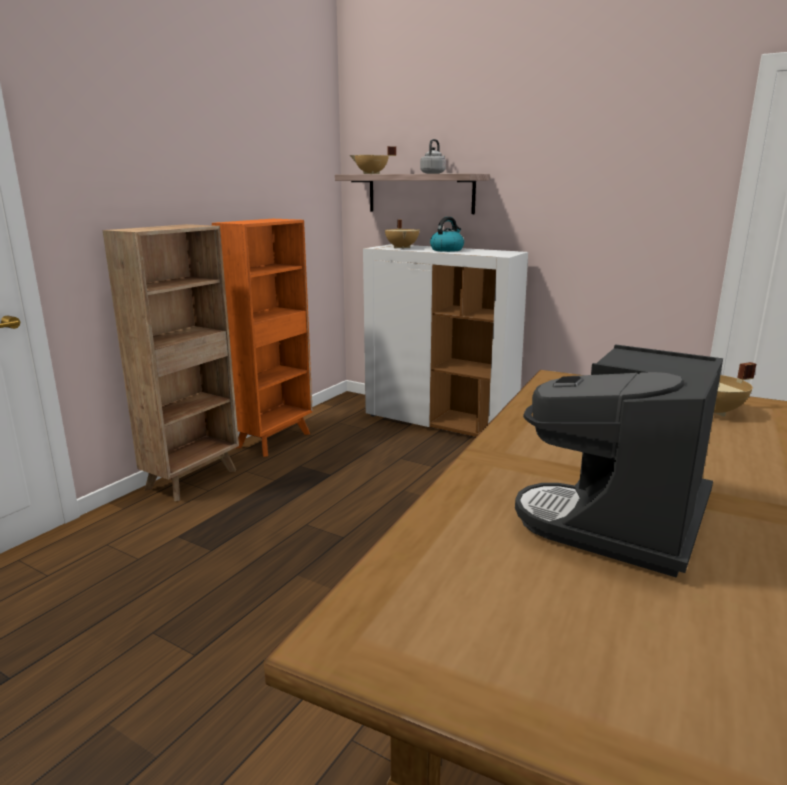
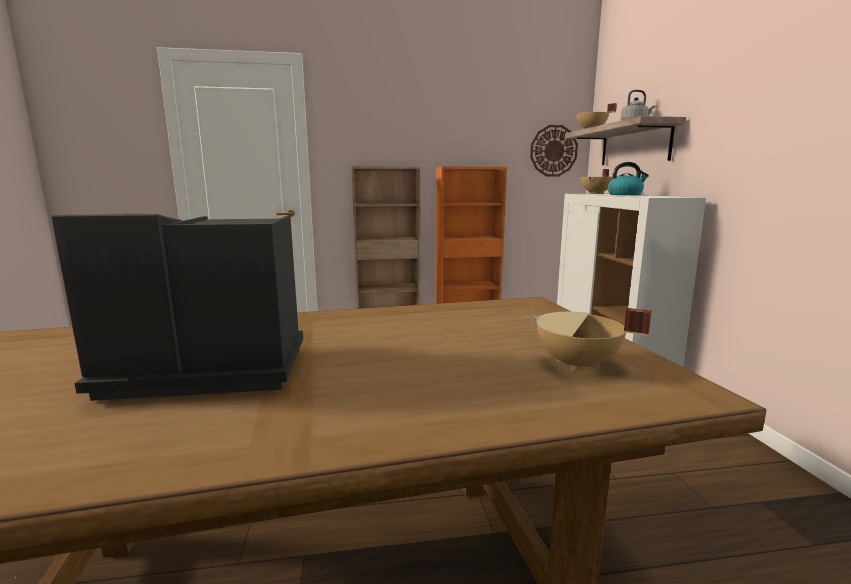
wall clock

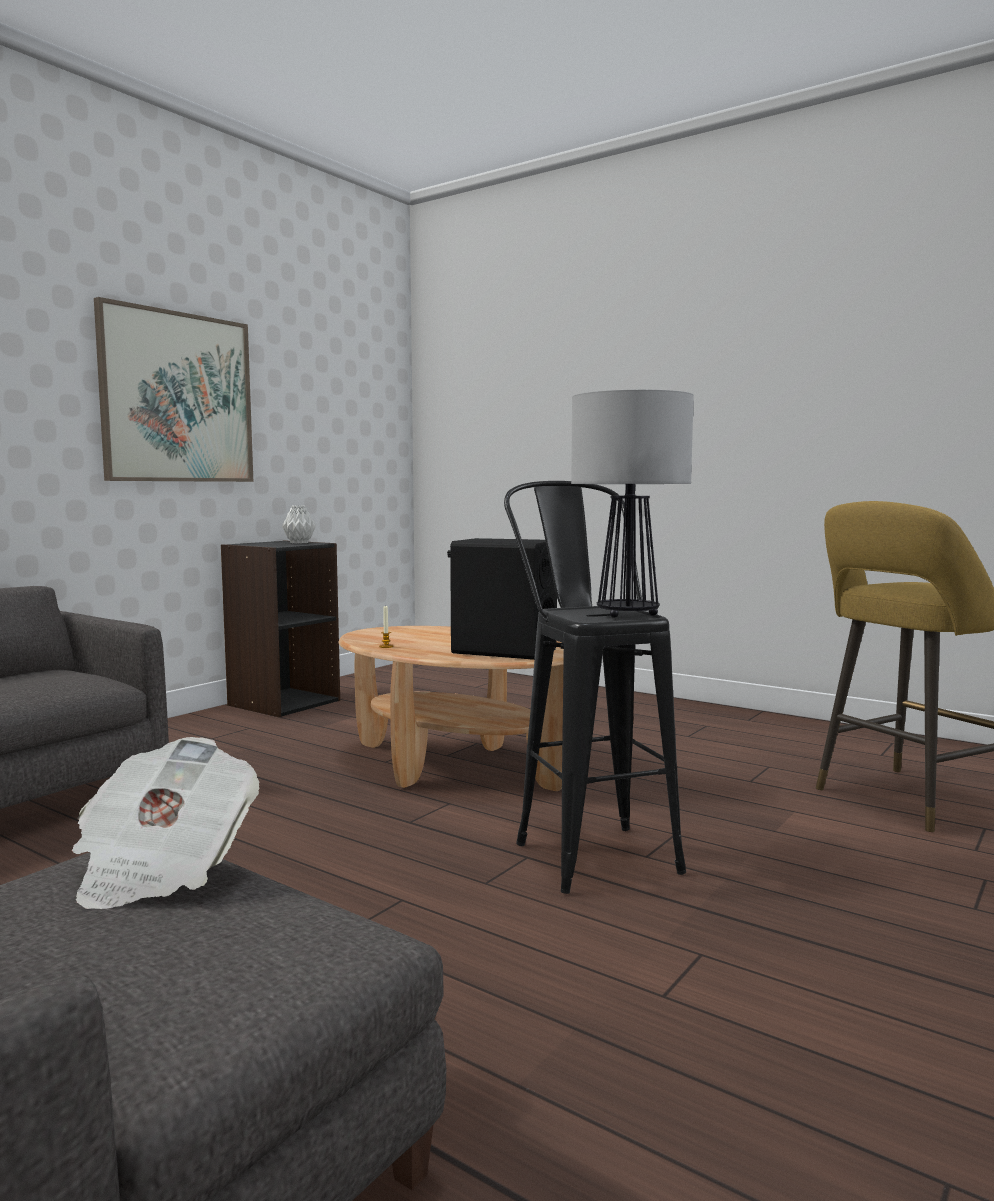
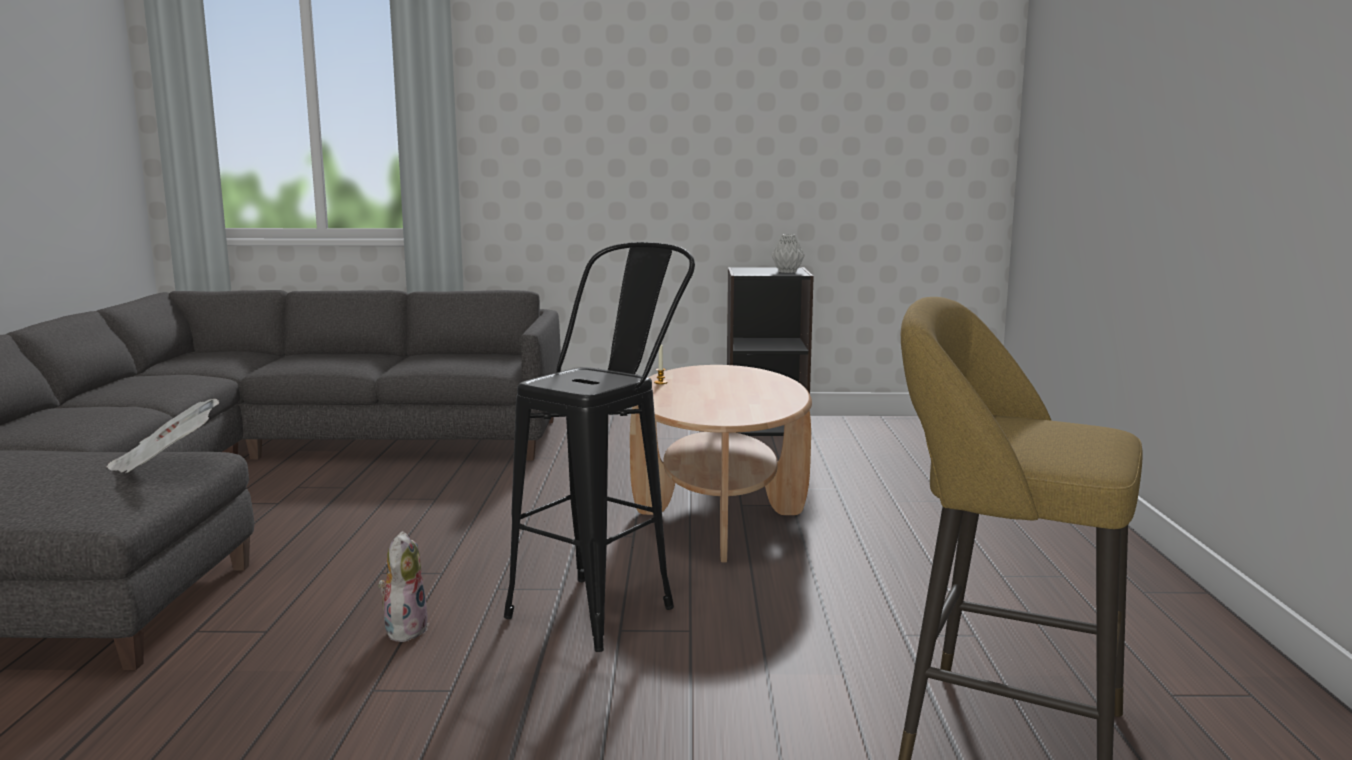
plush toy; wall picture; speaker (black); tabletop lamp

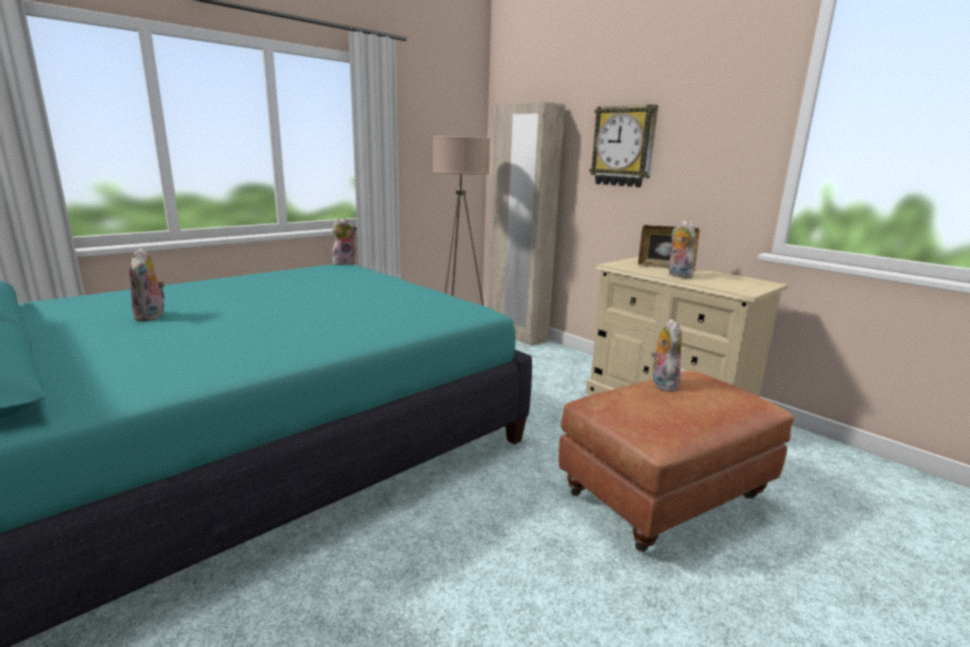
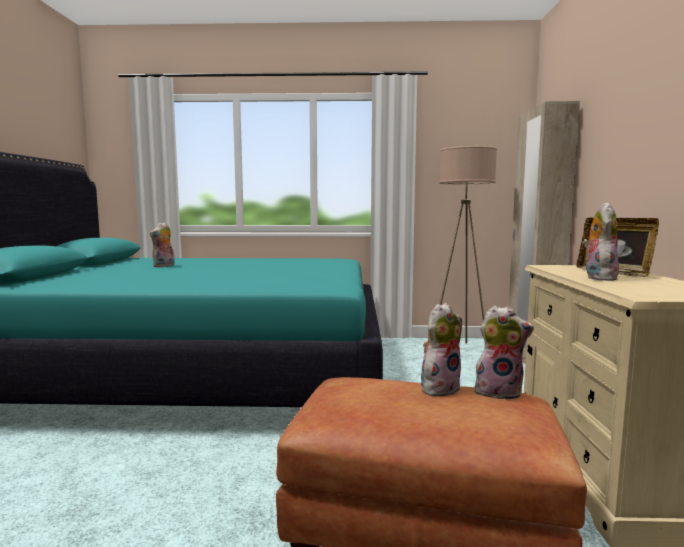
plush toy (3rd from left); wall clock

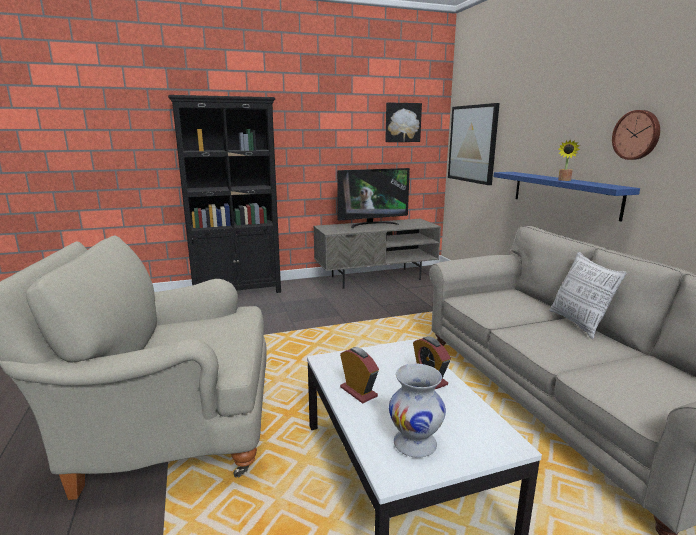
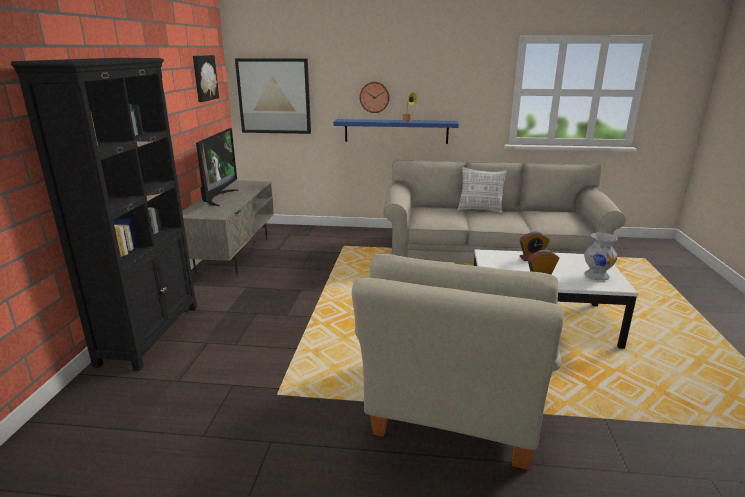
wall clock

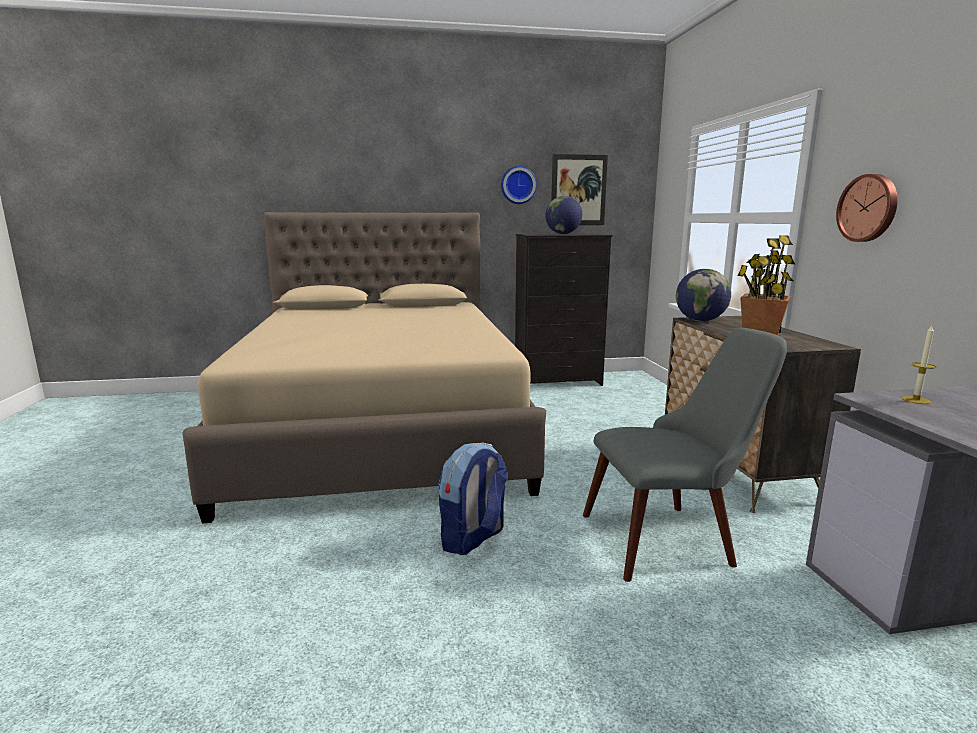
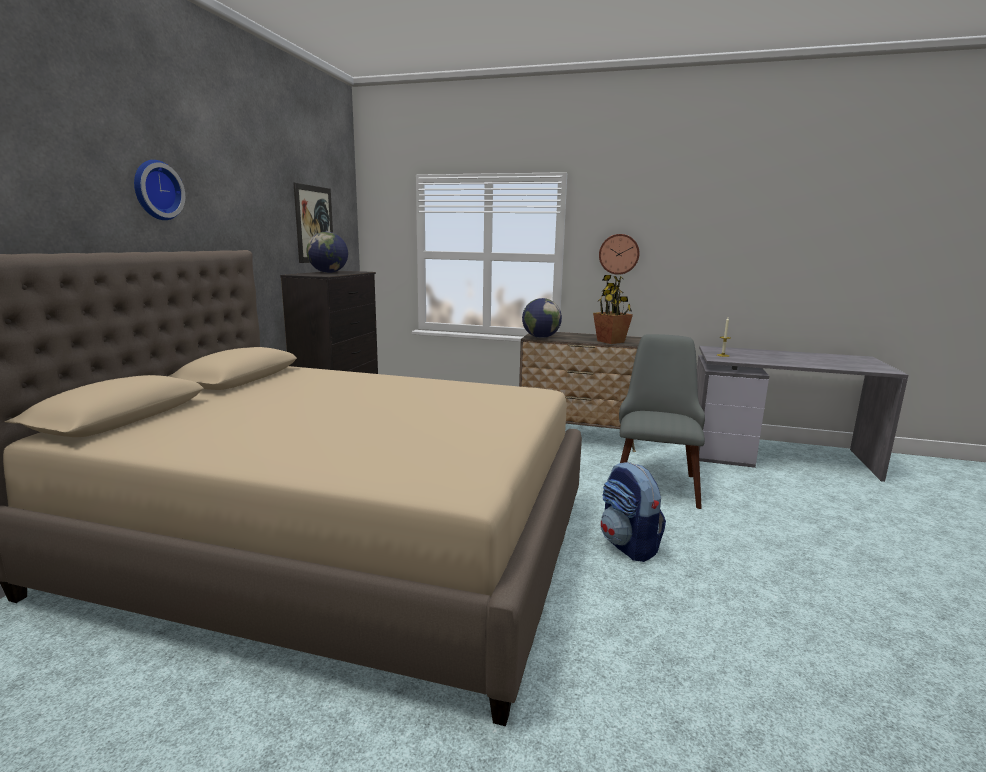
wall clock (1st from left)

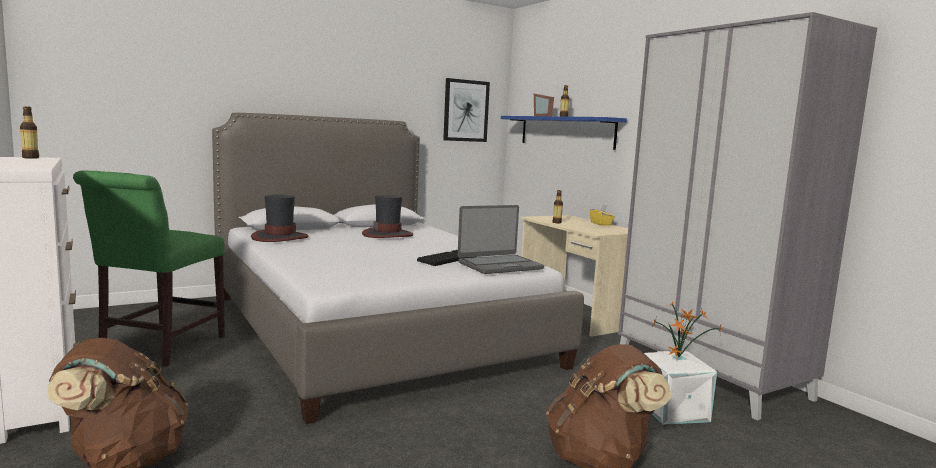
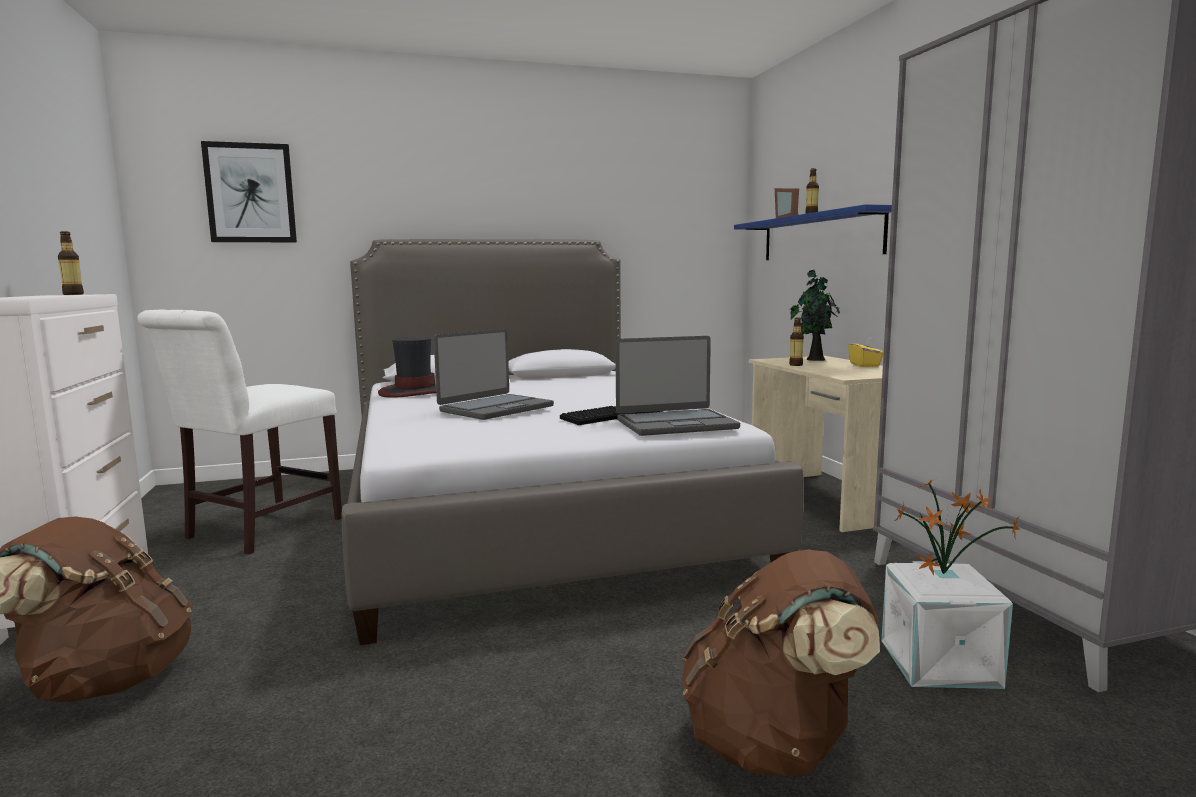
upright chair (white-coloured); wall picture; notebook computer (1st from left); plant in a pot (1st from left); wearable hat (2nd from left in the first image)

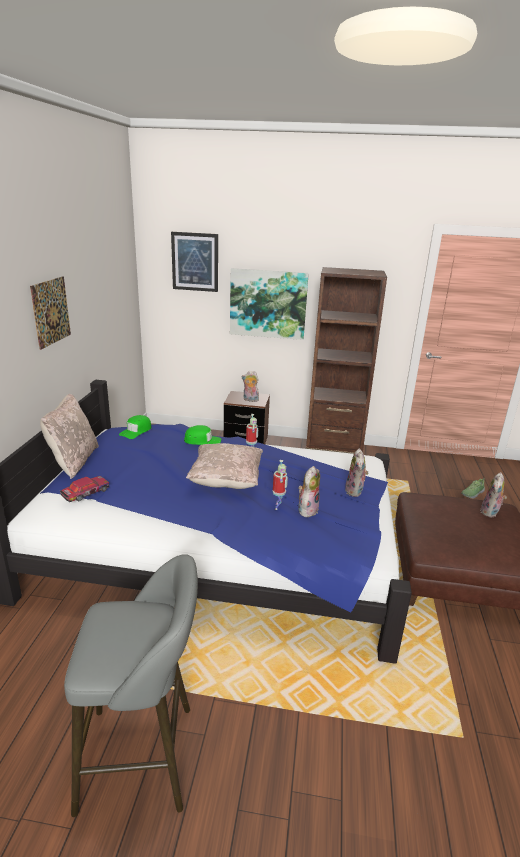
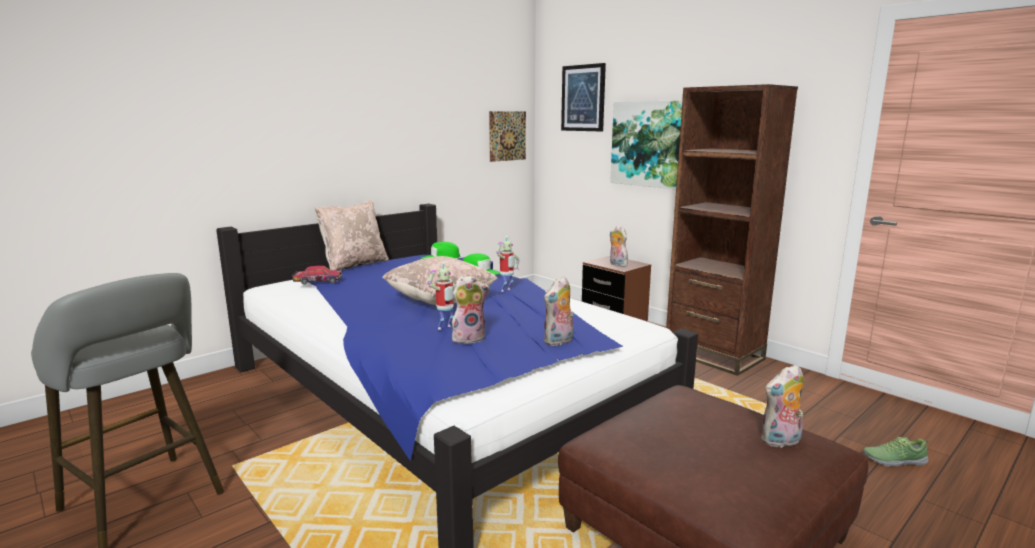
wall picture (1st from left)

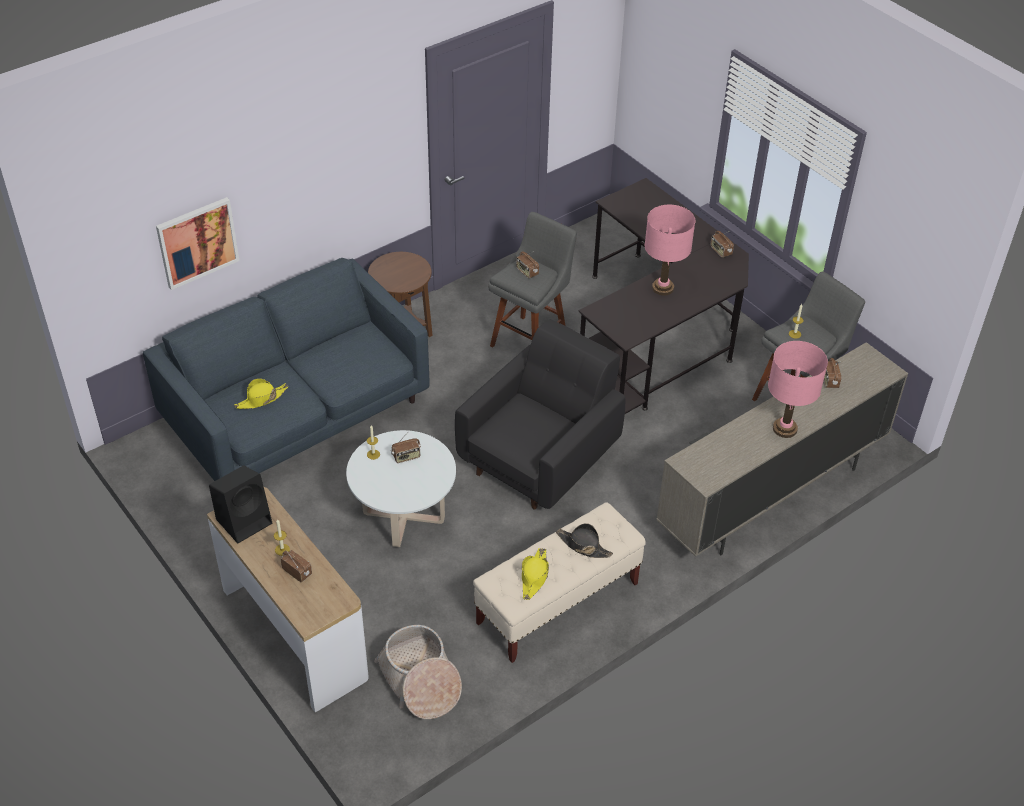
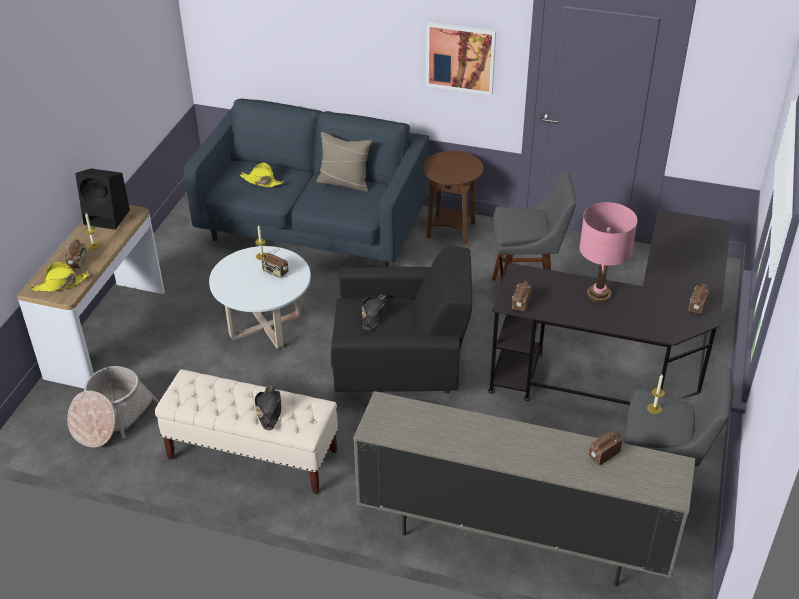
wearable hat (yellowish) (1st from left); throw pillow (beige); wearable hat (black) (2nd from left); wall picture; radio set (3rd from left); tabletop lamp (pink-coloured) (2nd from left in the first image)

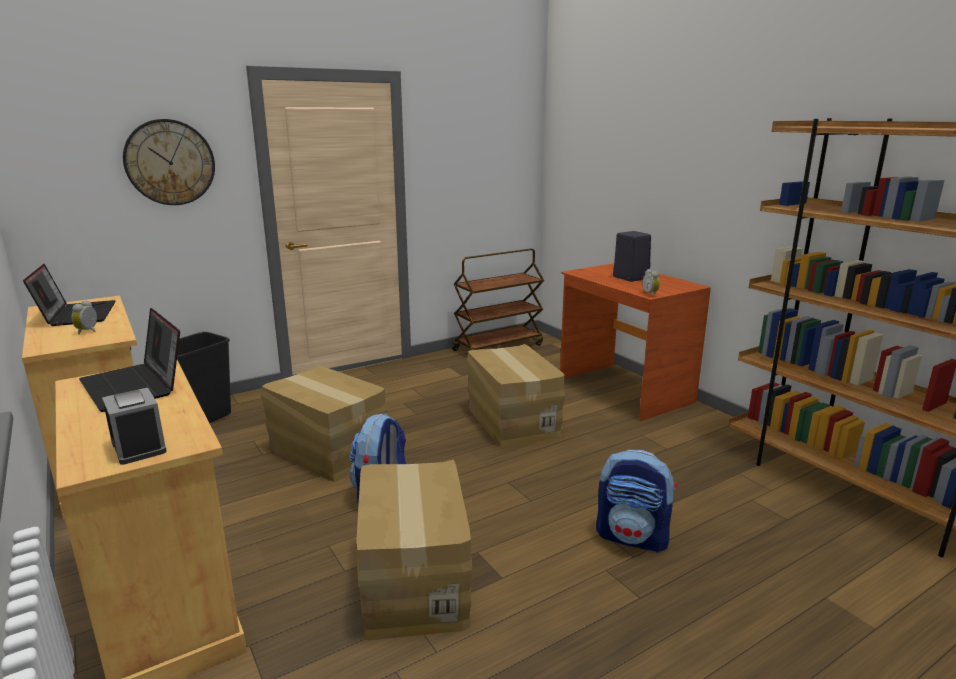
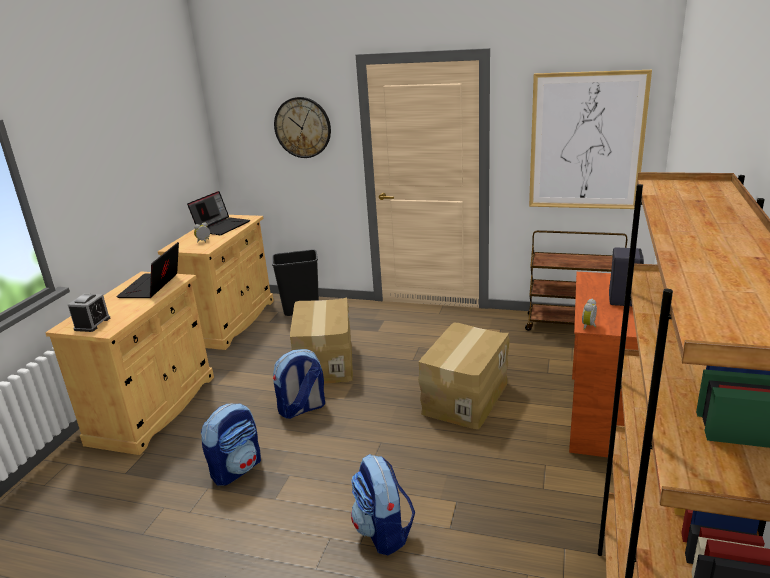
backpack (1st from left); wall picture

